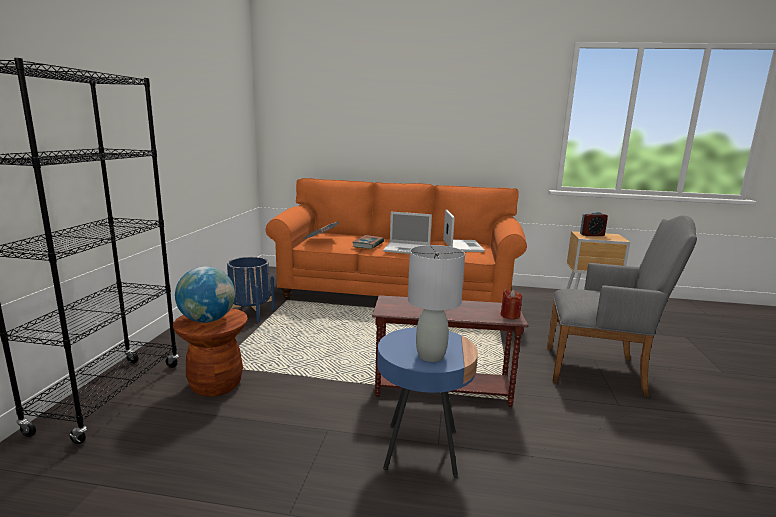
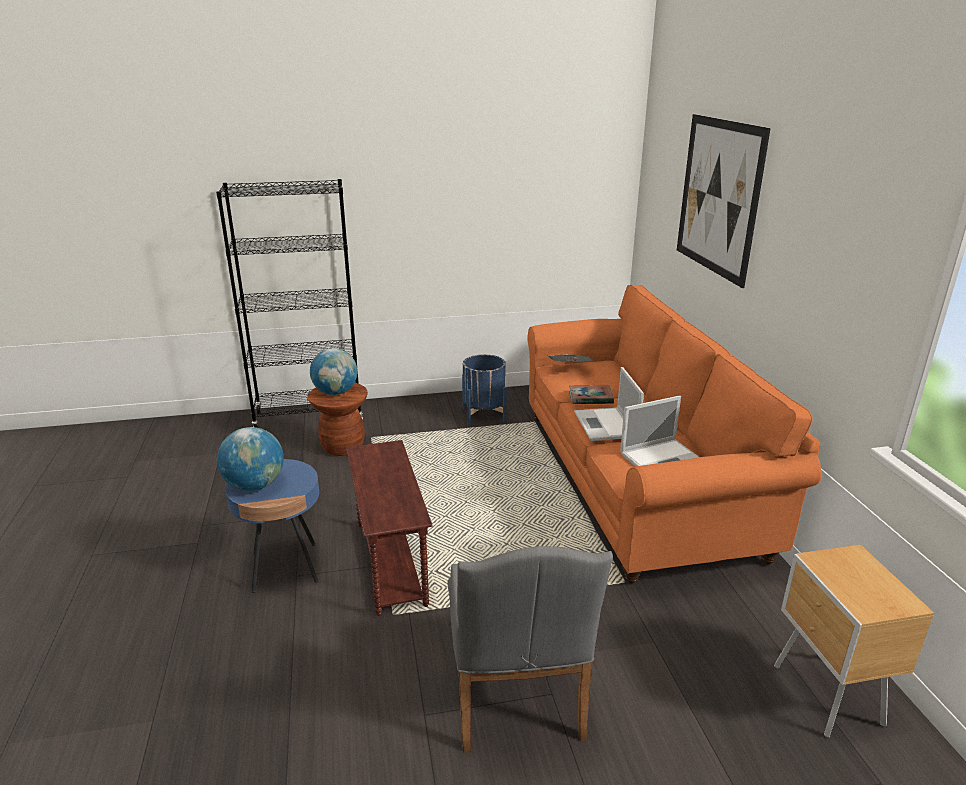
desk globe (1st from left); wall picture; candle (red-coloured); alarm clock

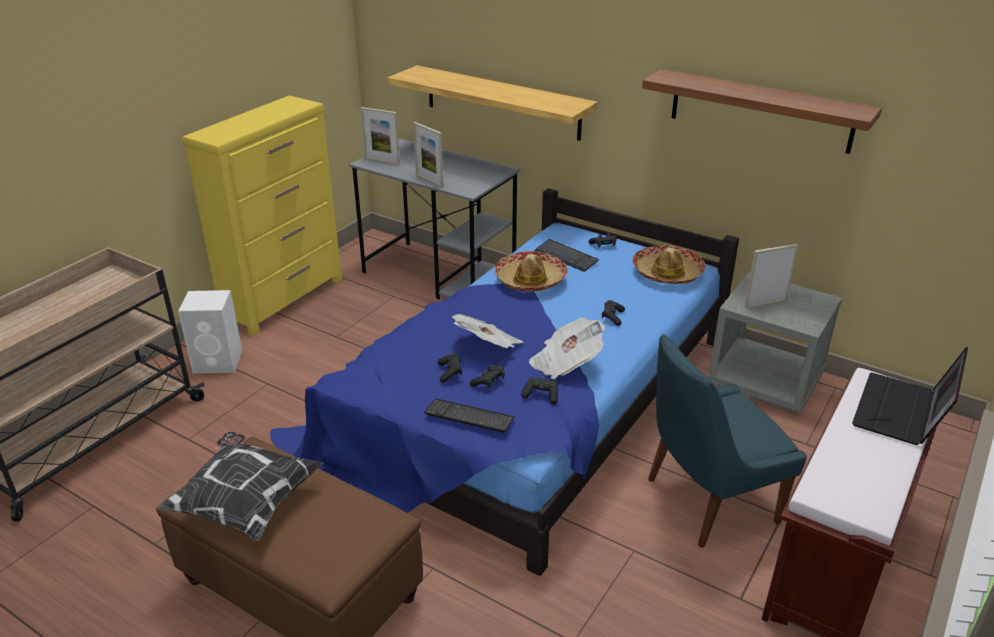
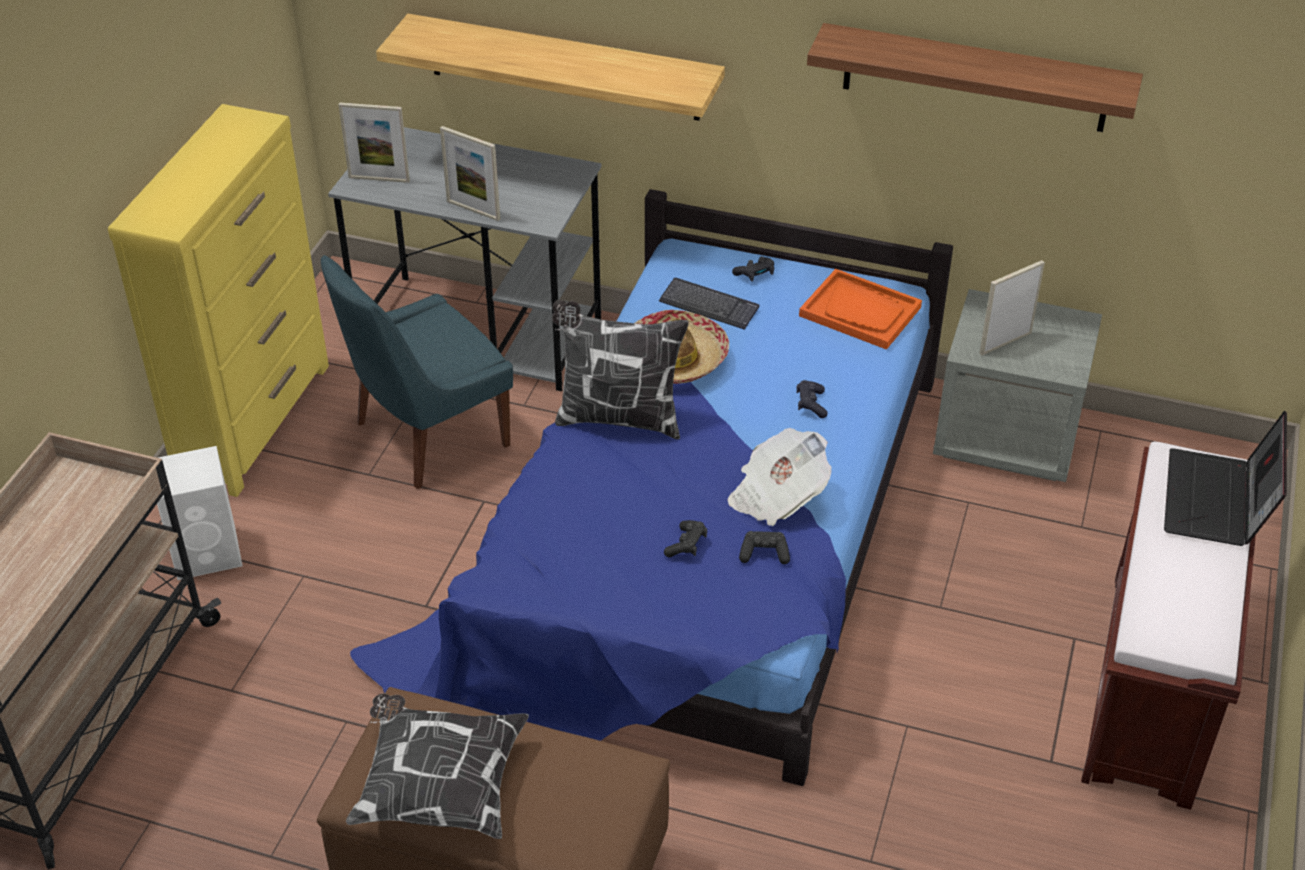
upright chair (blue); throw pillow (2nd from left); tray (orange-coloured); computer keyboard (1st from left in the first image); game controller (black) (1st from left in the first image); printed paper (1st from left in the first image)

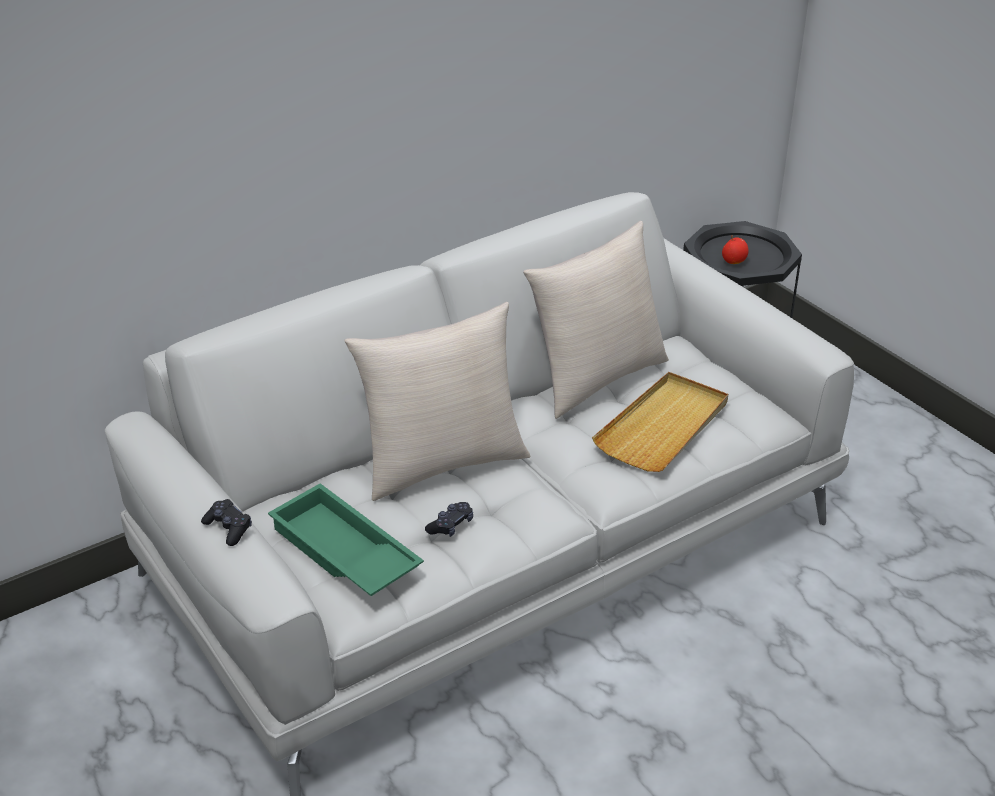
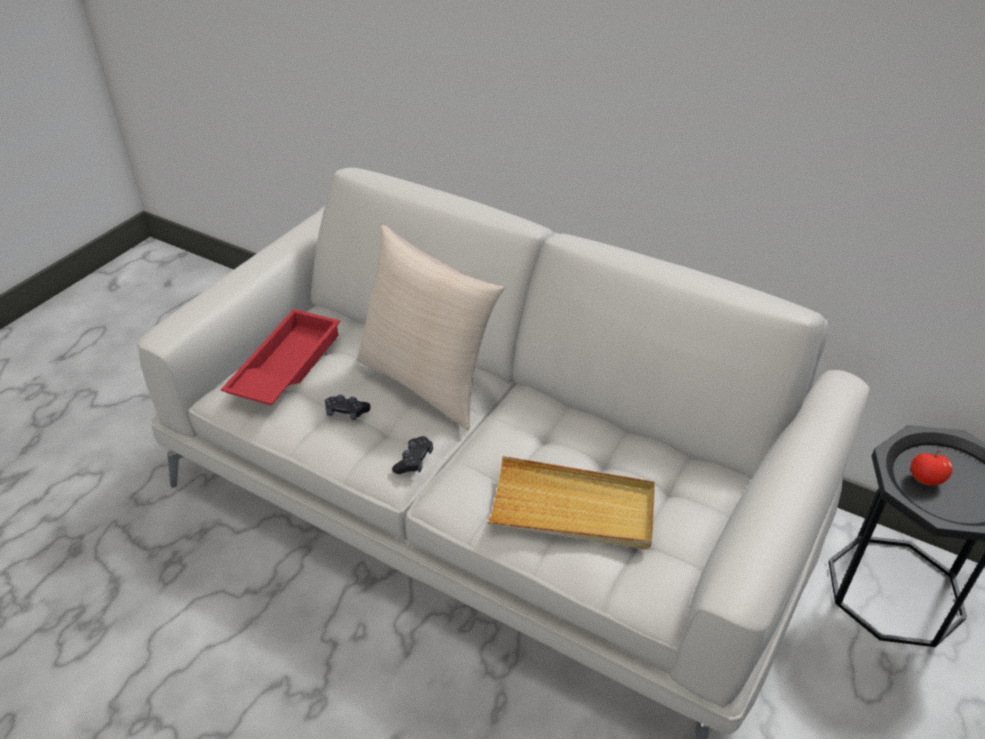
tray (red-coloured); game controller (black) (2nd from left); throw pillow (beige) (2nd from left in the first image)

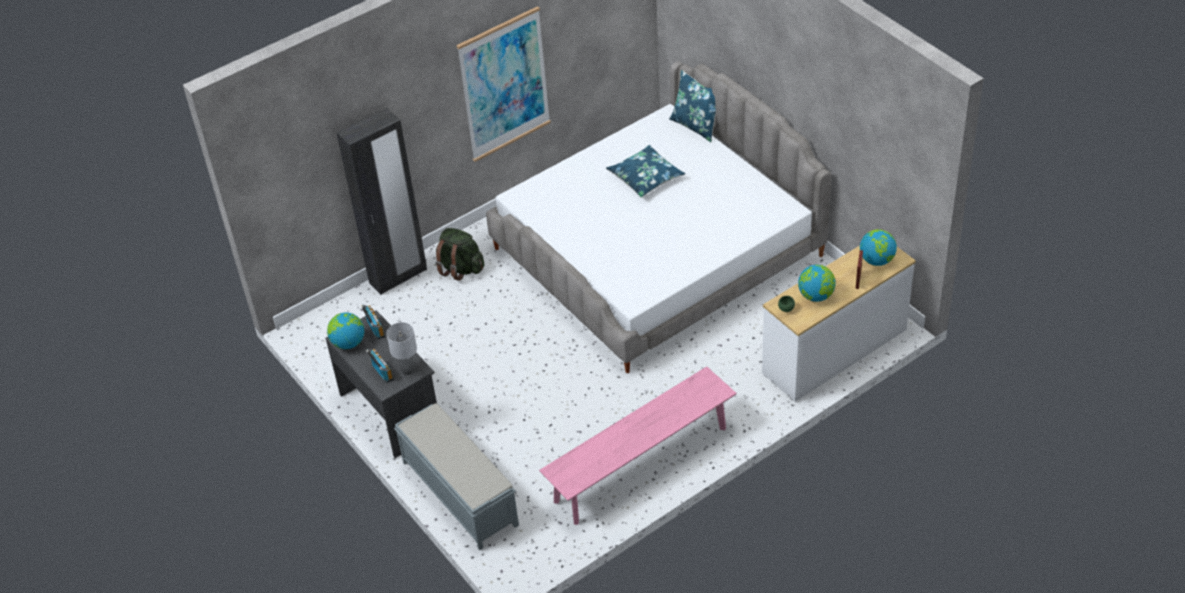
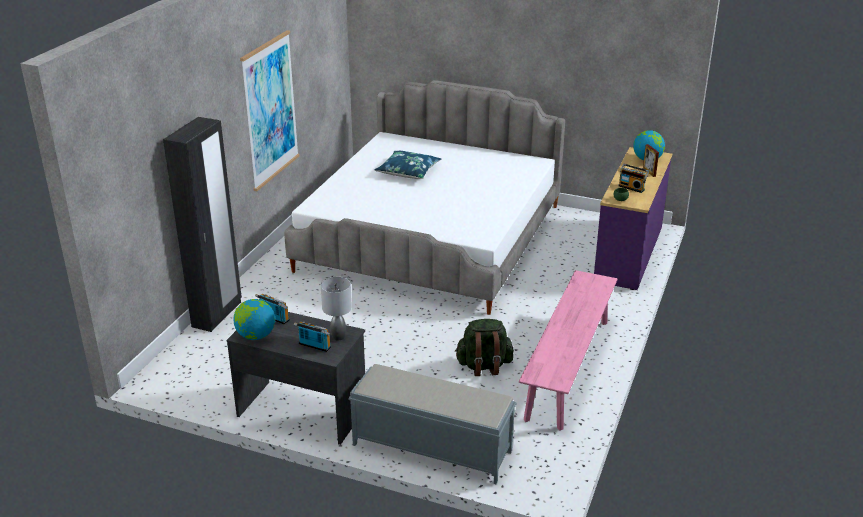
backpack (greenish); drawer chest (purple); radio set (3rd from left); throw pillow (blue) (2nd from left in the first image)

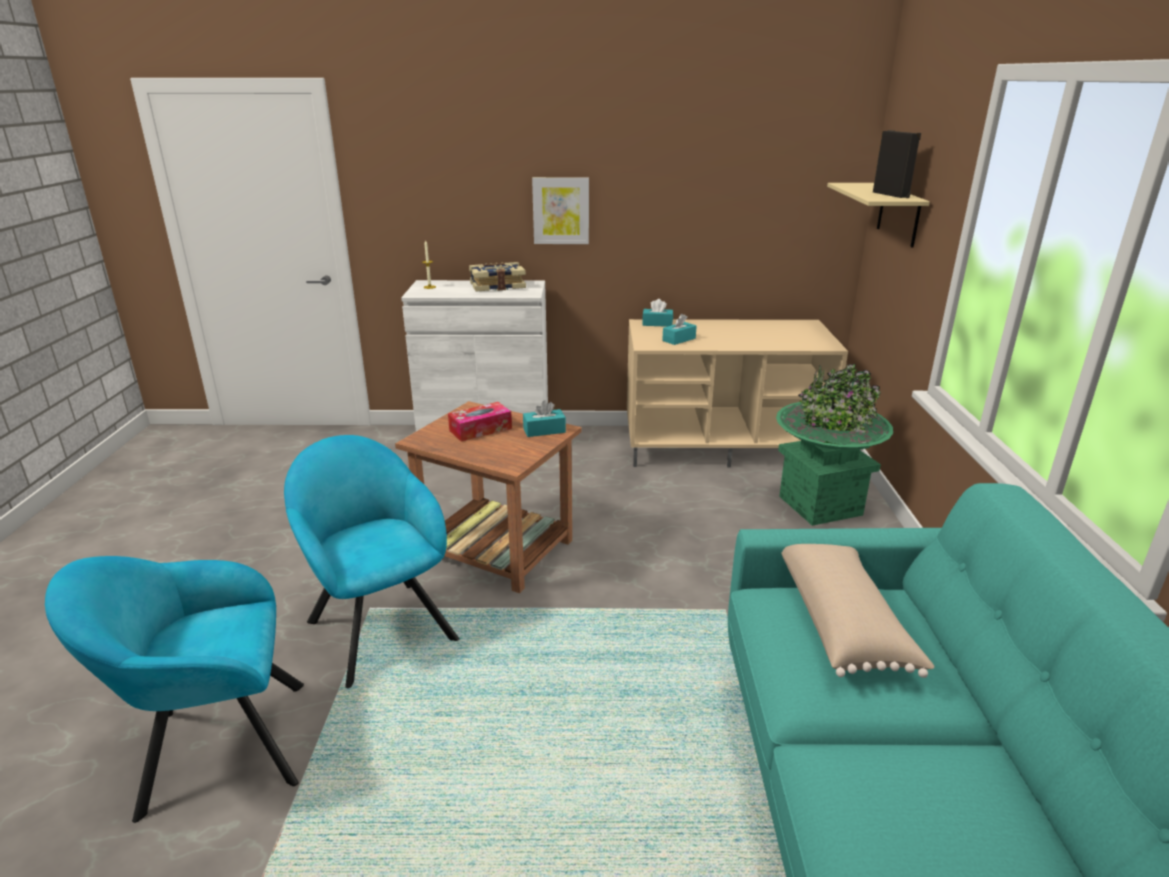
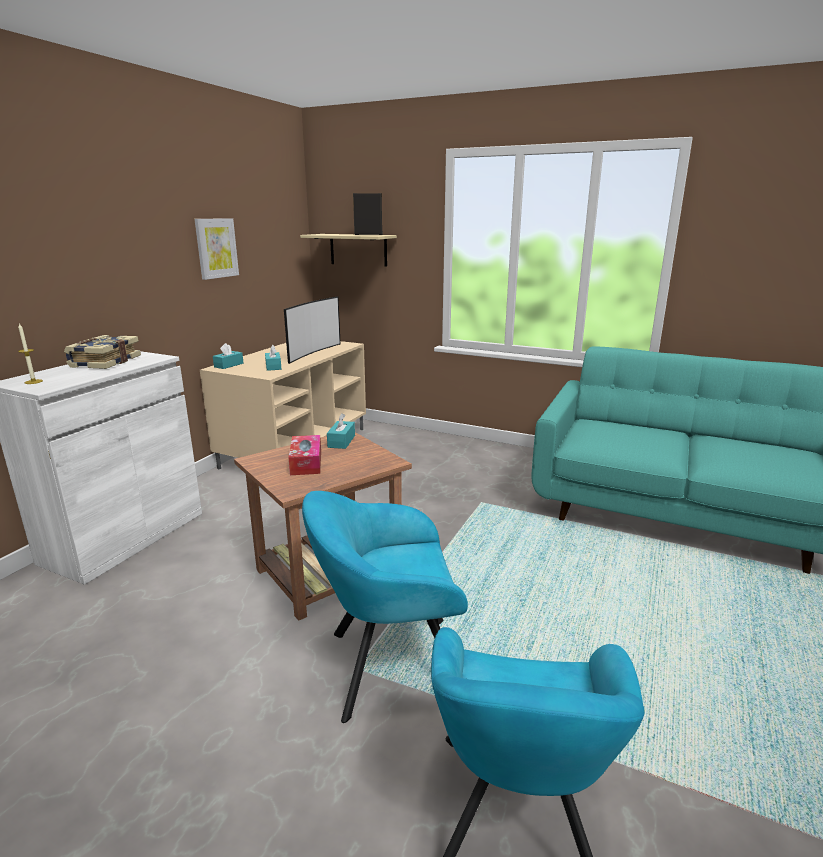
wall picture; TV; plant pot (greenish); throw pillow (beige)

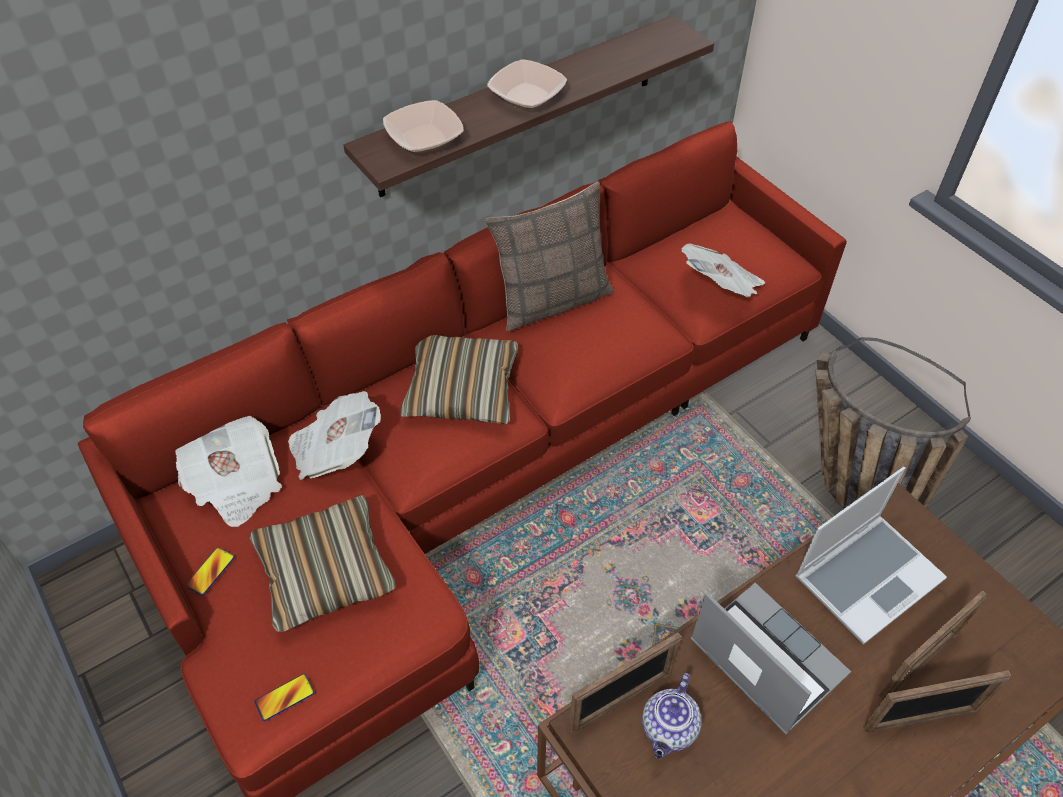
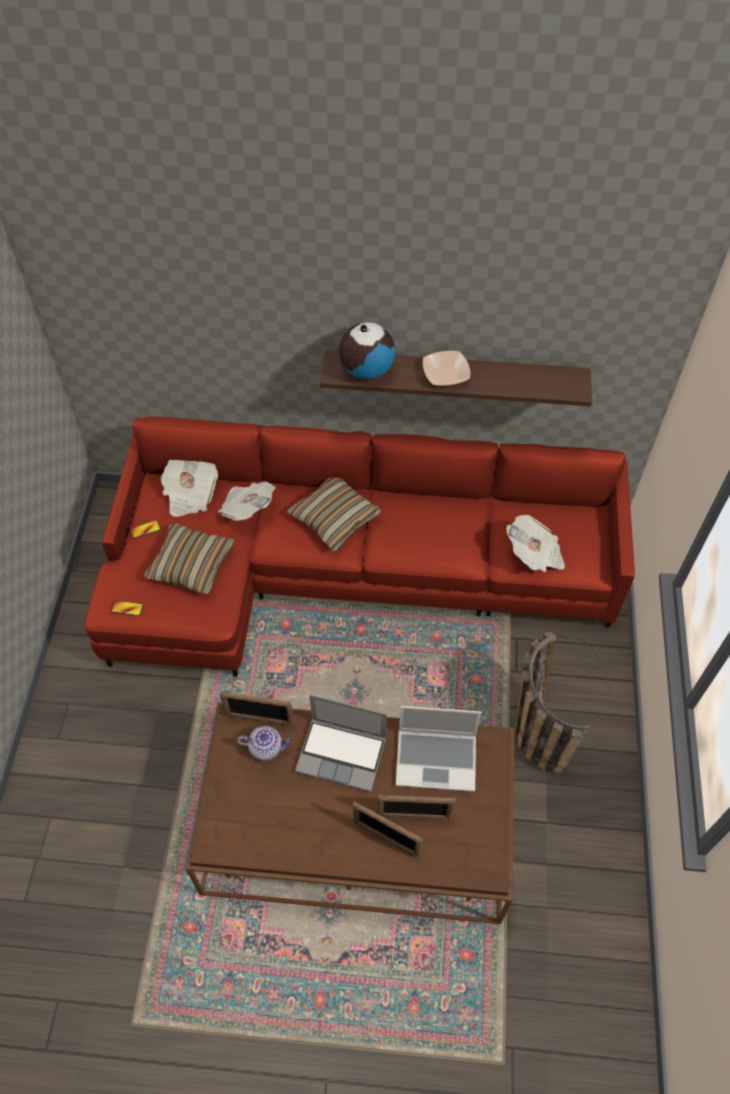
teapot; notebook computer (1st from left); desk globe; throw pillow (3rd from left in the first image)

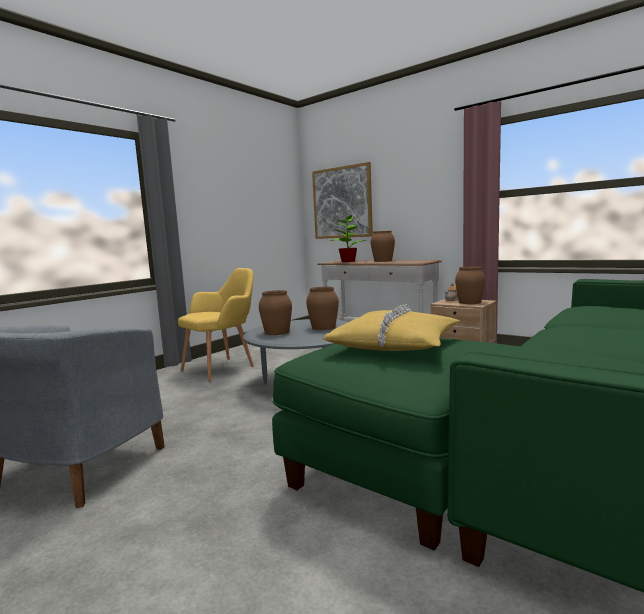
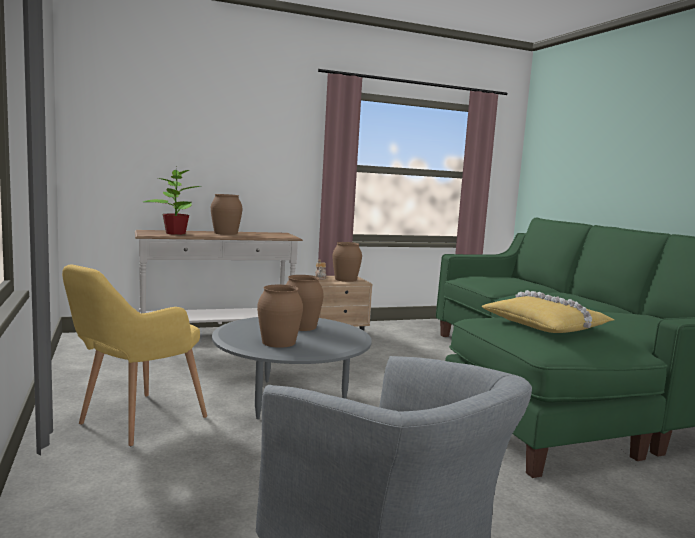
easy chair (yellowish); wall picture

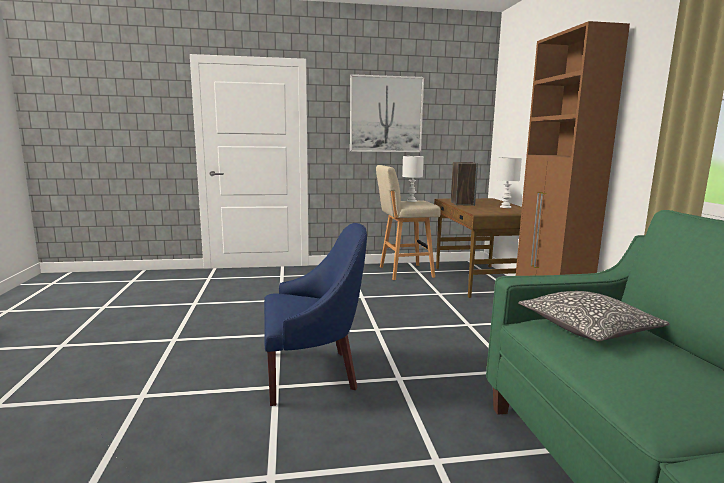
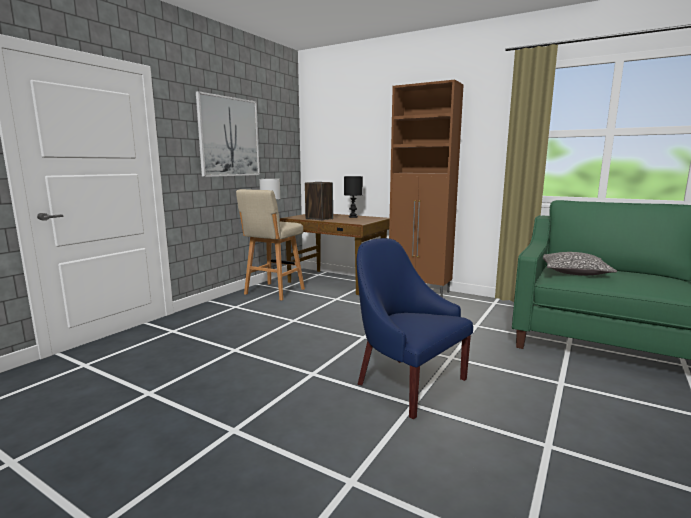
tabletop lamp (black); easy chair (blue)

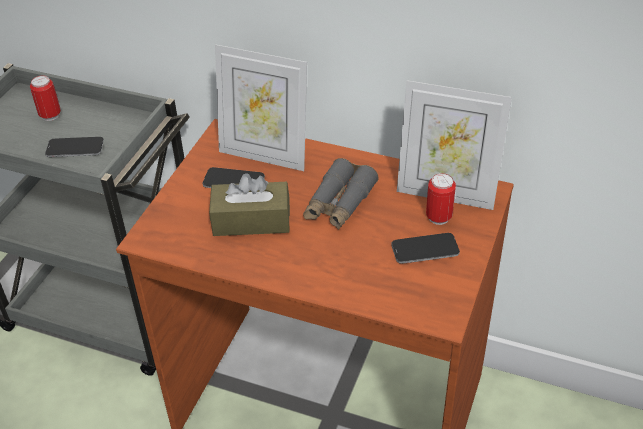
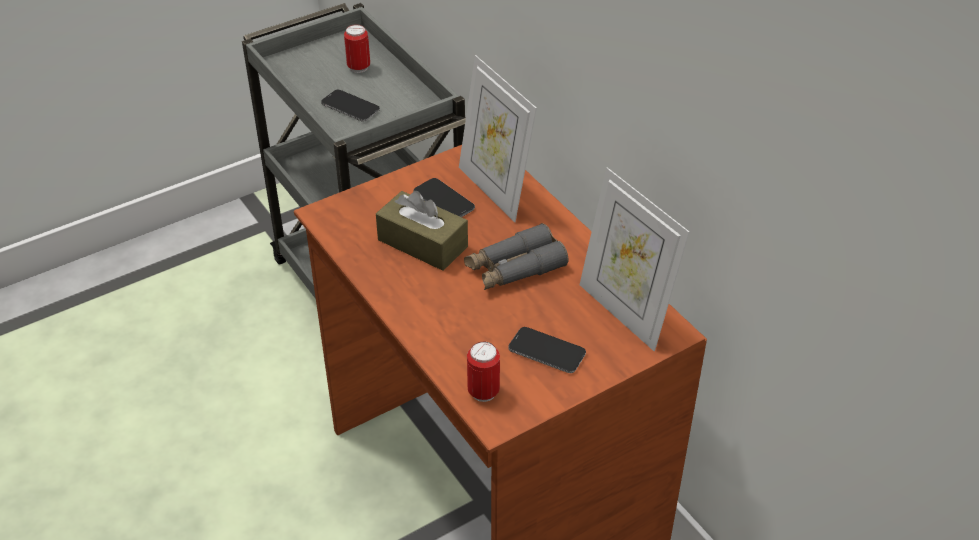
can (2nd from left)

